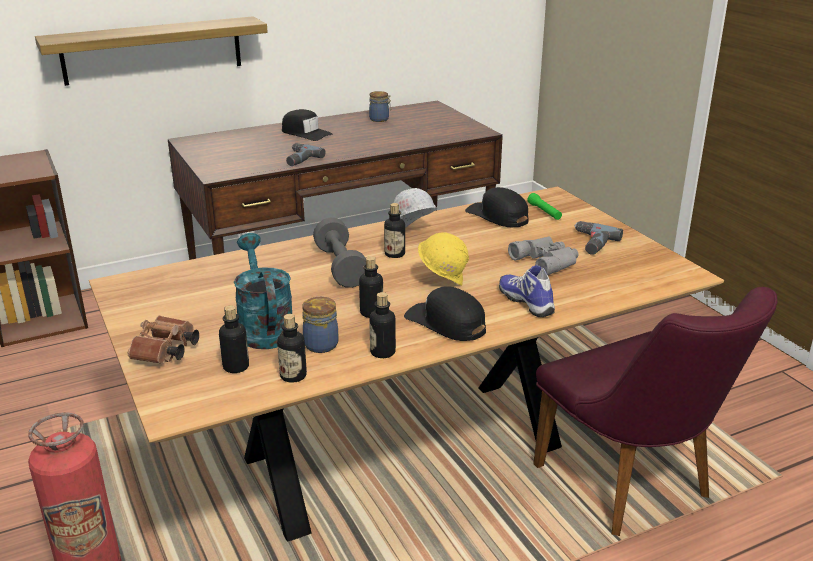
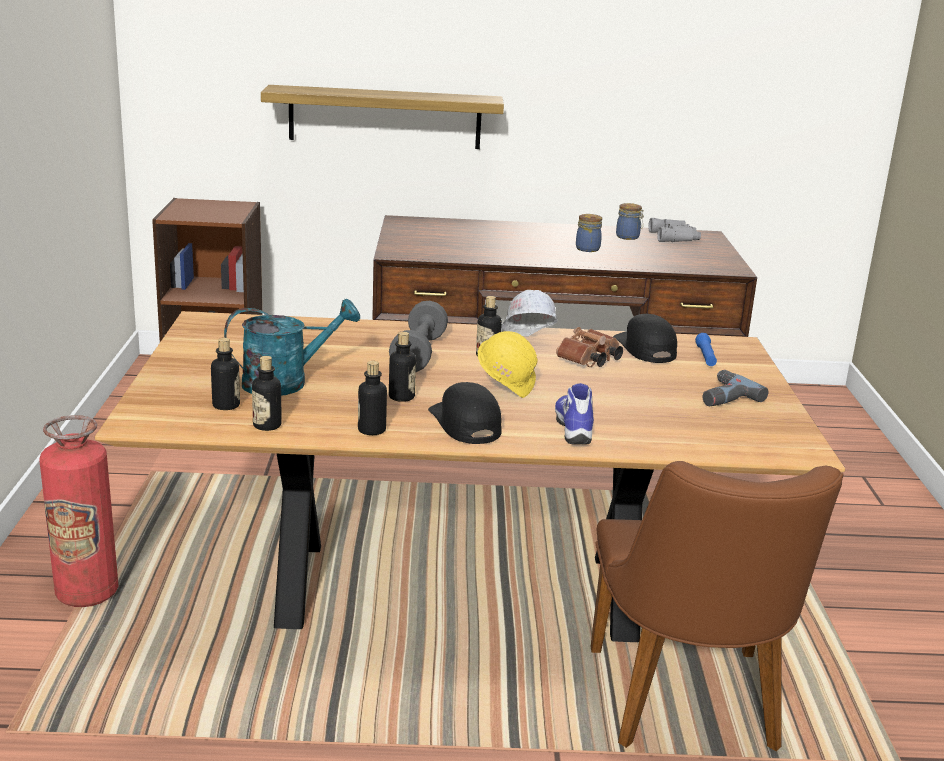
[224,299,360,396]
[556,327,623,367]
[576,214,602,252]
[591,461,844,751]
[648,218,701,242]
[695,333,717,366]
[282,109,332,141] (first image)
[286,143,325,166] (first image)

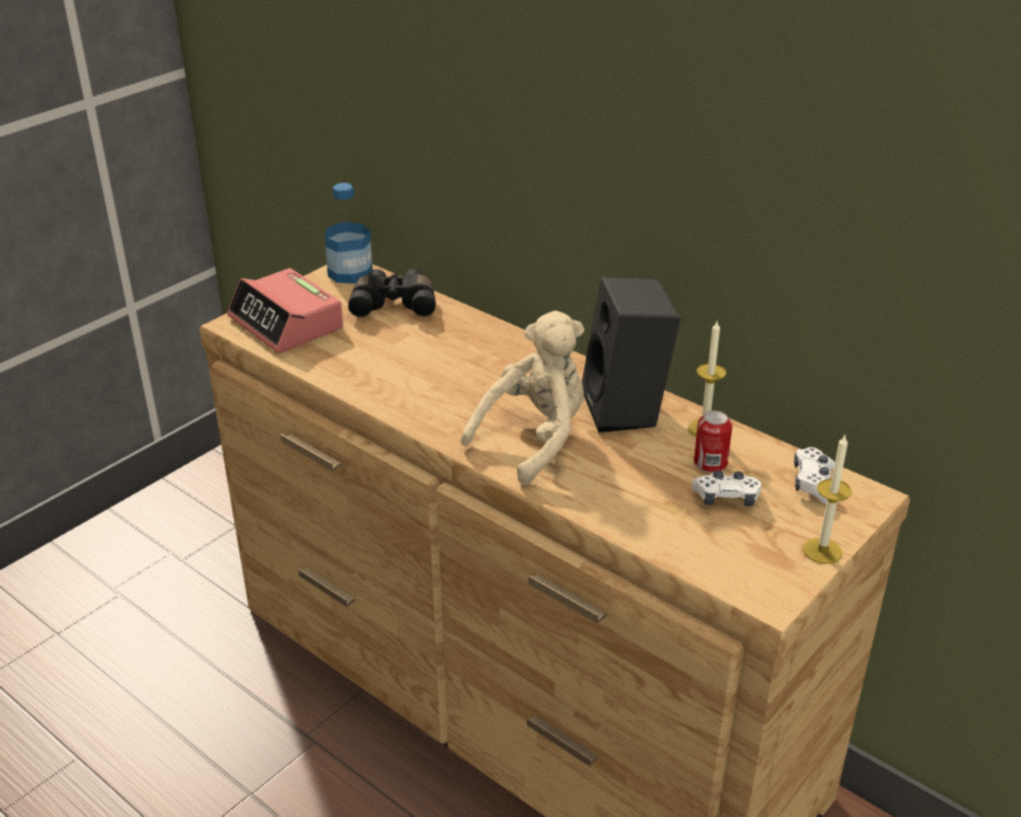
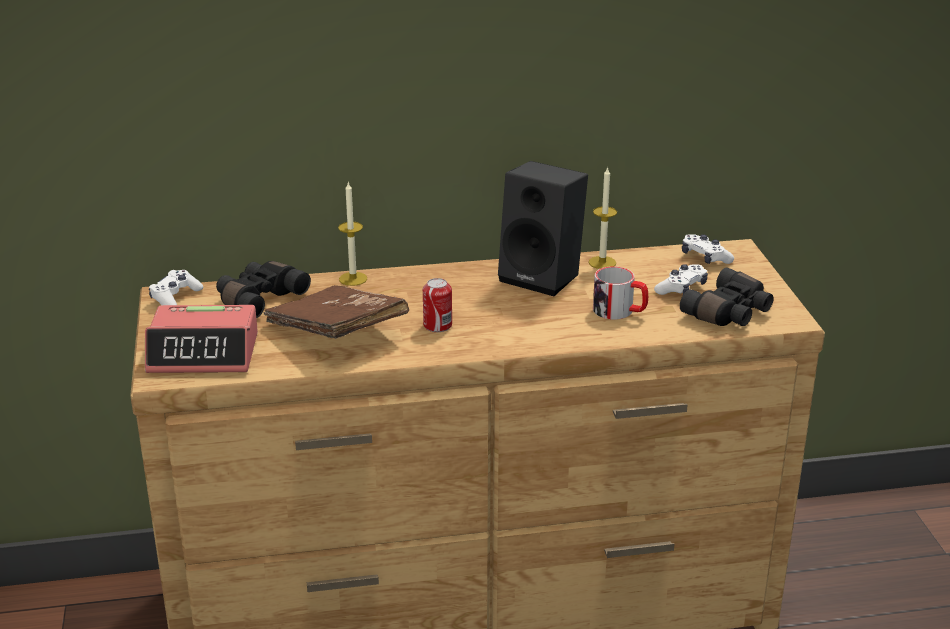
[149,270,203,305]
[263,285,409,339]
[338,183,367,286]
[423,278,452,332]
[593,266,648,319]
[680,268,774,326]
[460,311,584,485] (first image)

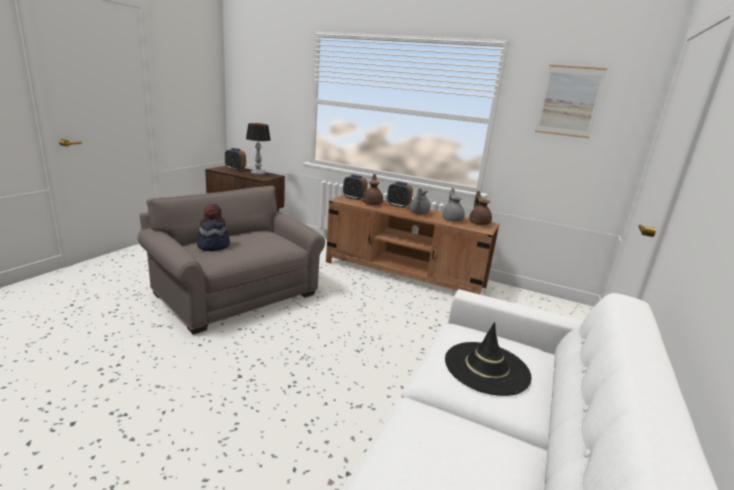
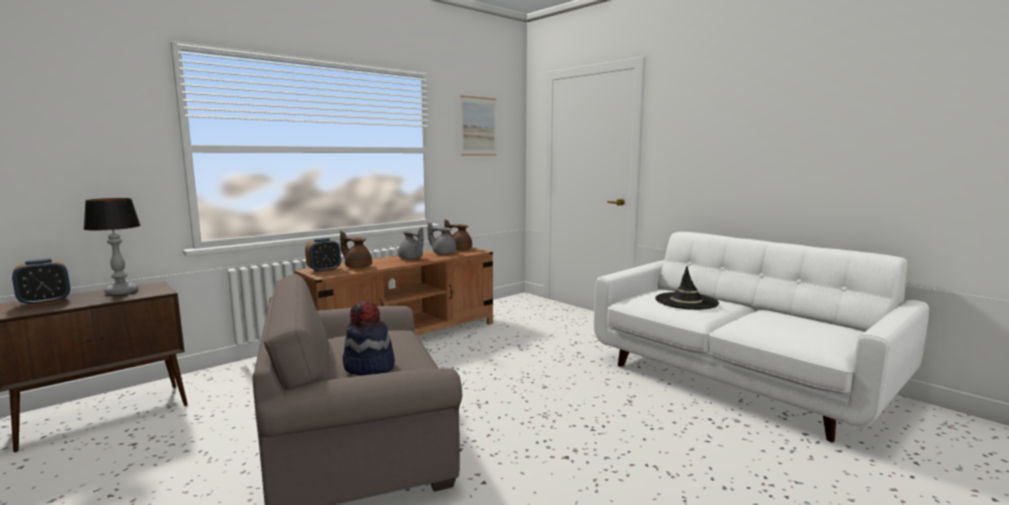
[387,181,413,208] (first image)

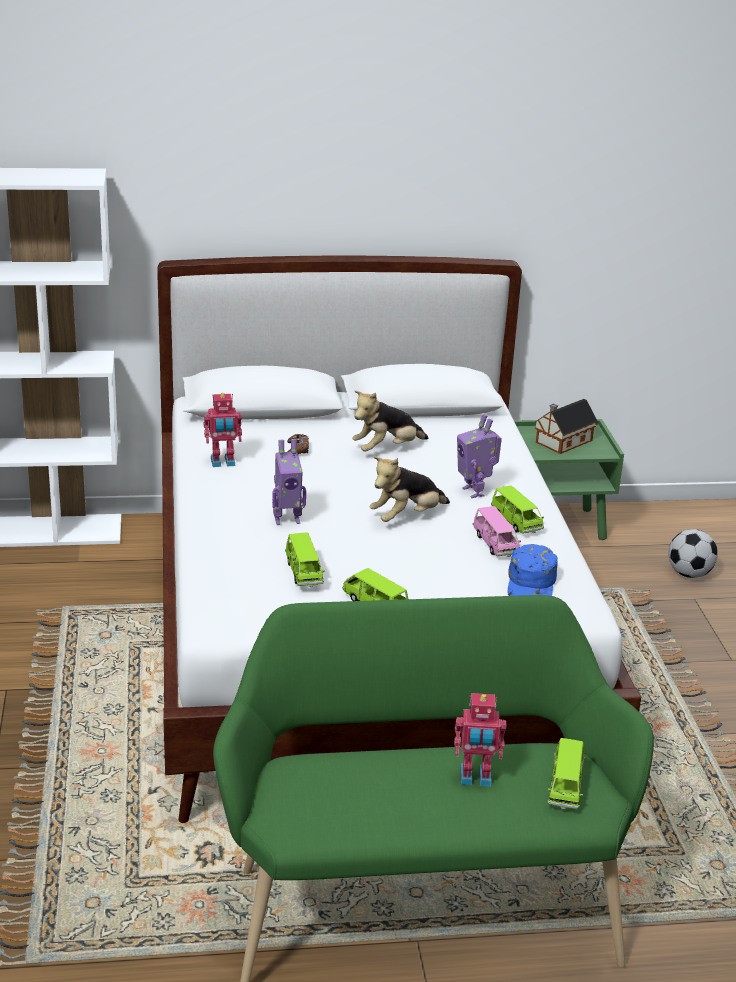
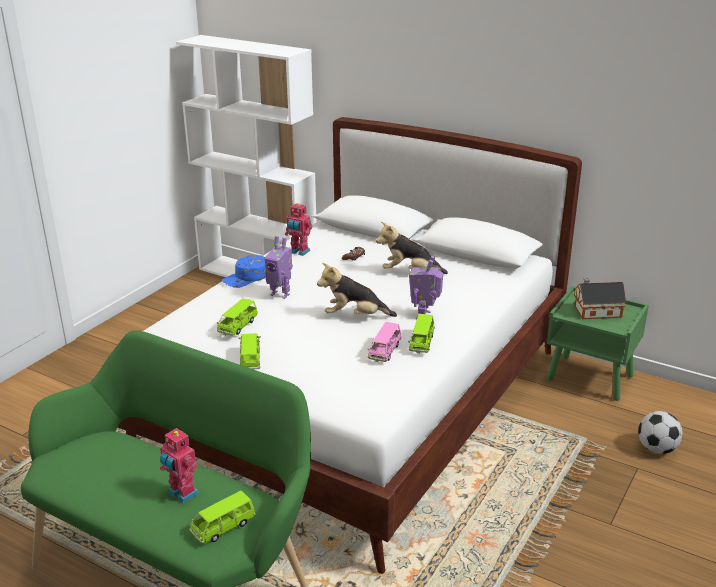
[222,255,266,288]

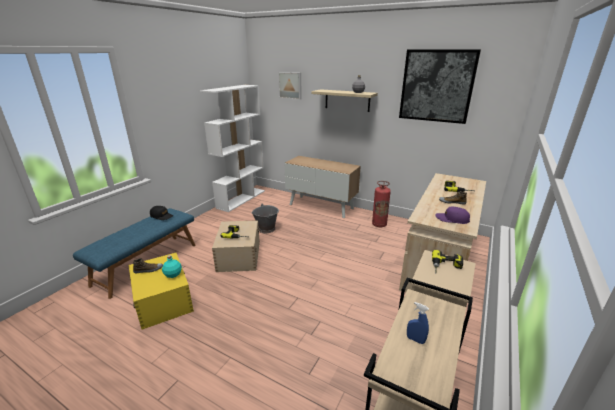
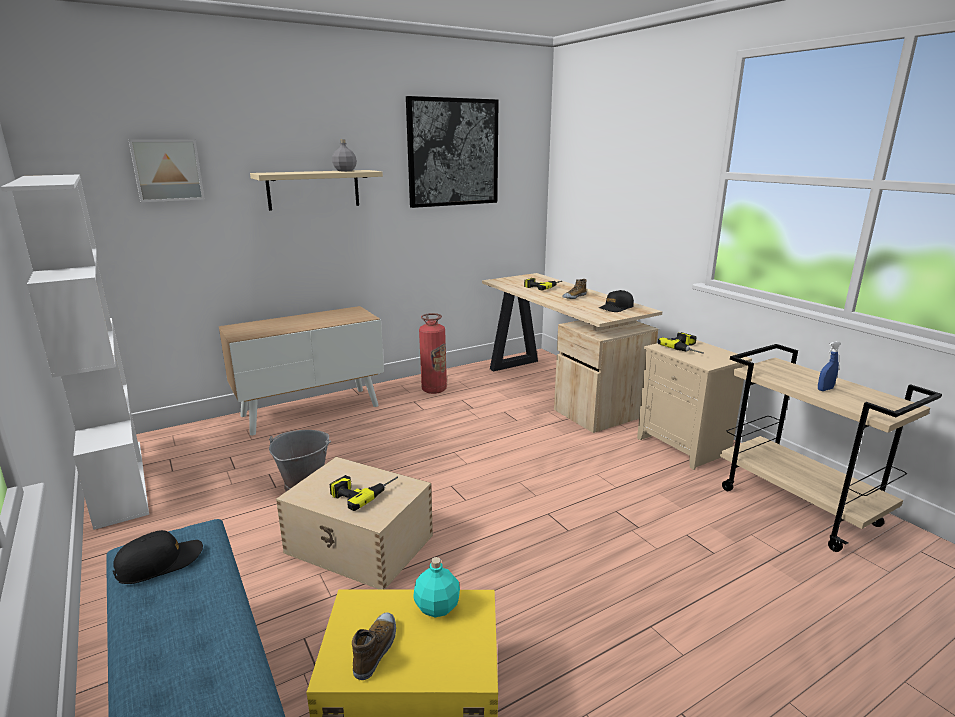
[599,290,634,312]

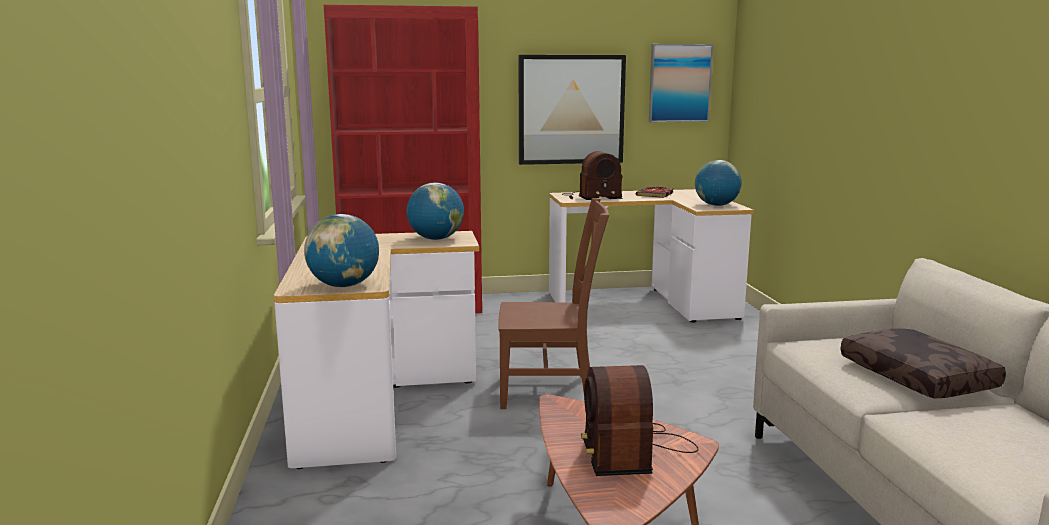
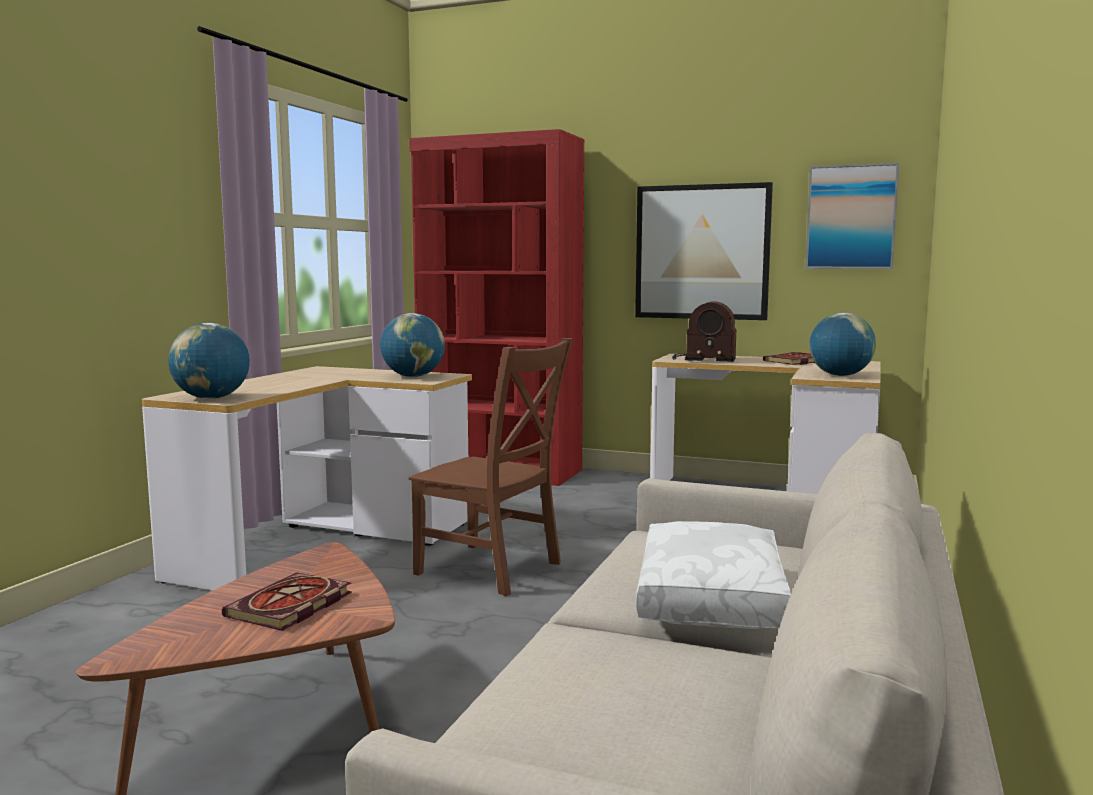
[222,572,352,631]
[636,521,791,629]

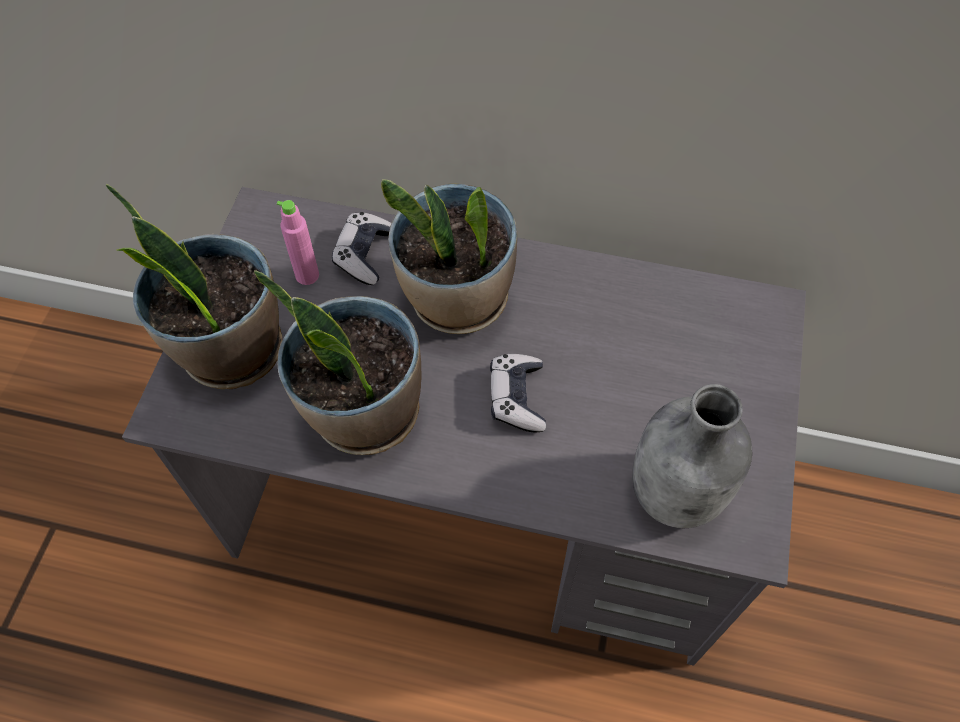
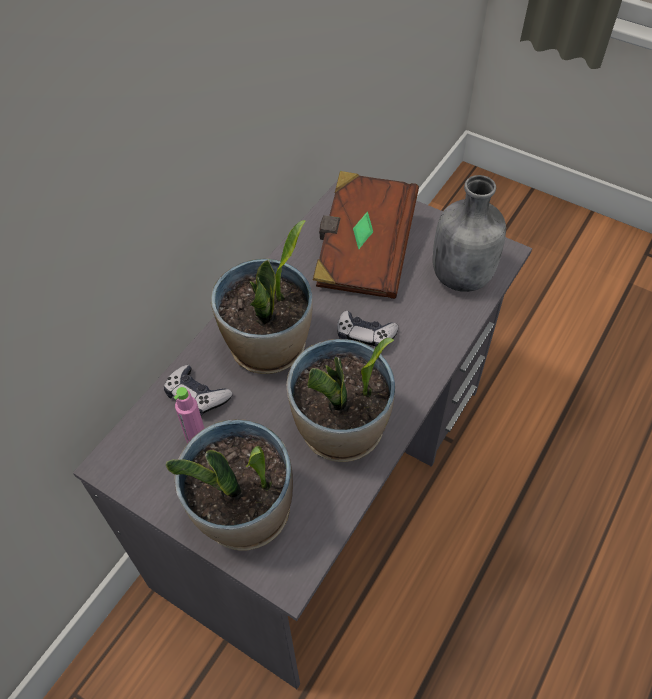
[313,171,419,299]

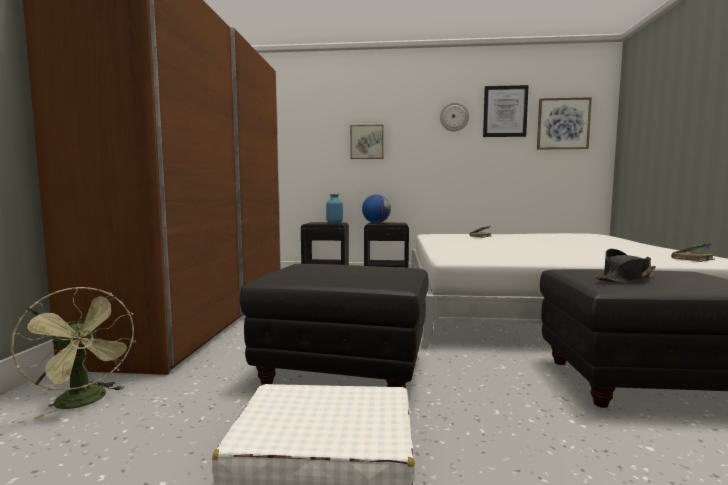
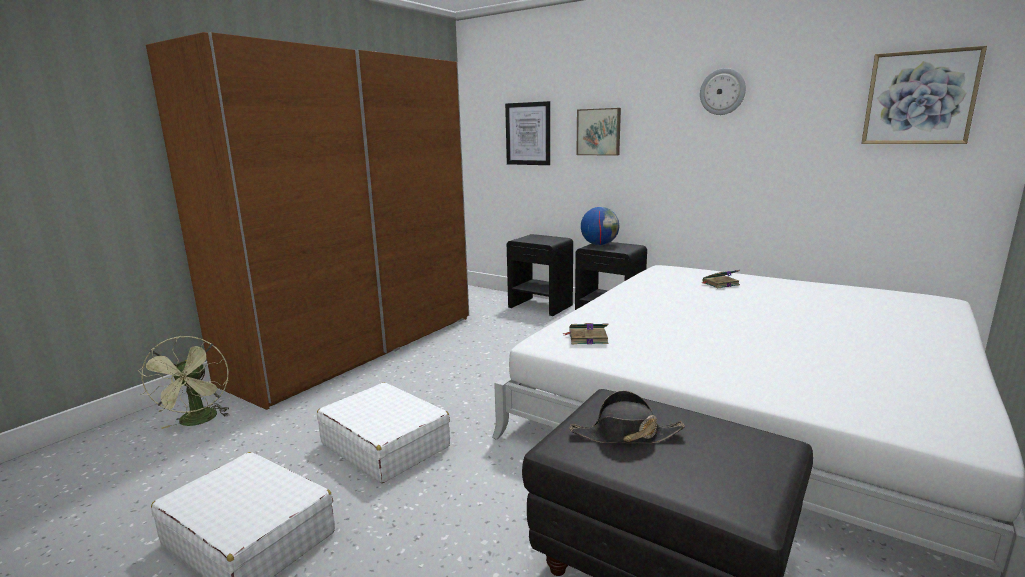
[317,383,450,483]
[505,101,550,165]
[563,323,609,344]
[326,194,343,224] (first image)

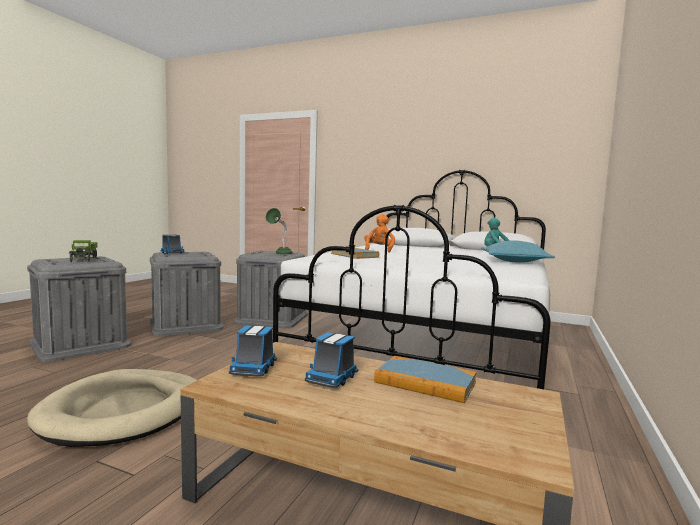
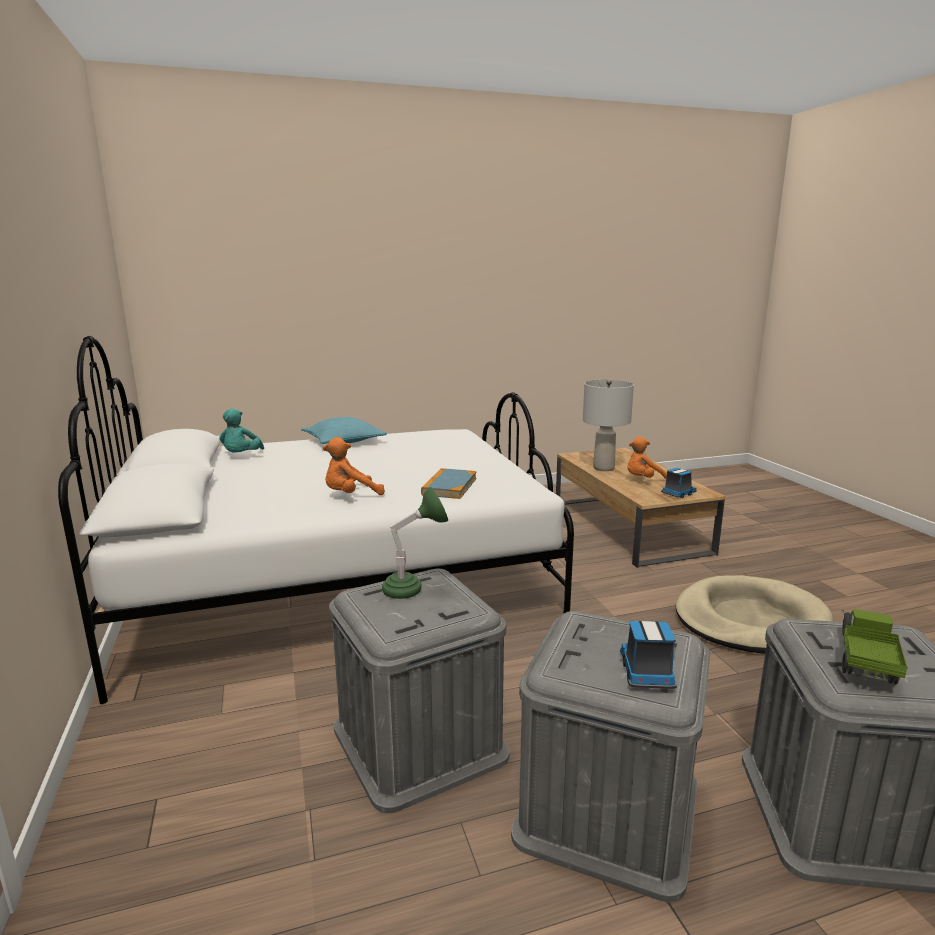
[583,380,634,471]
[627,437,667,479]

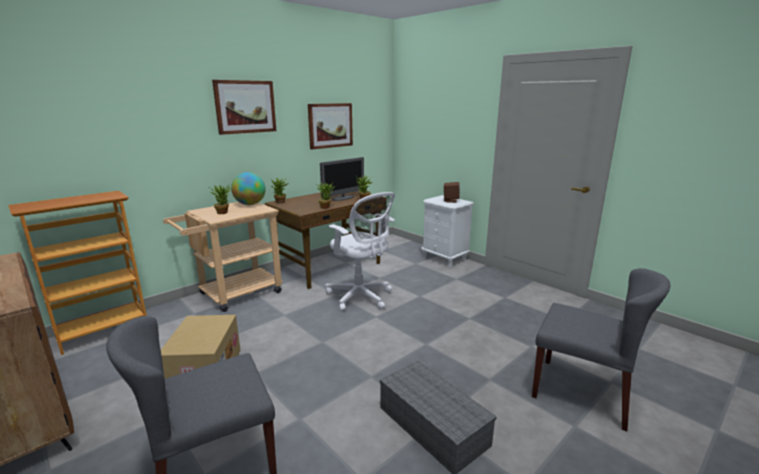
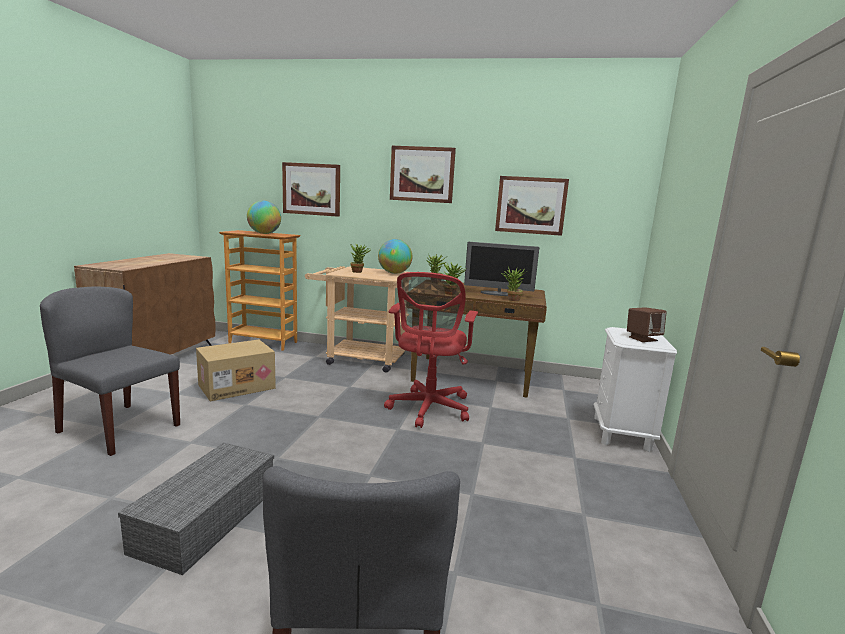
[247,201,281,234]
[282,162,340,217]
[384,272,478,428]

